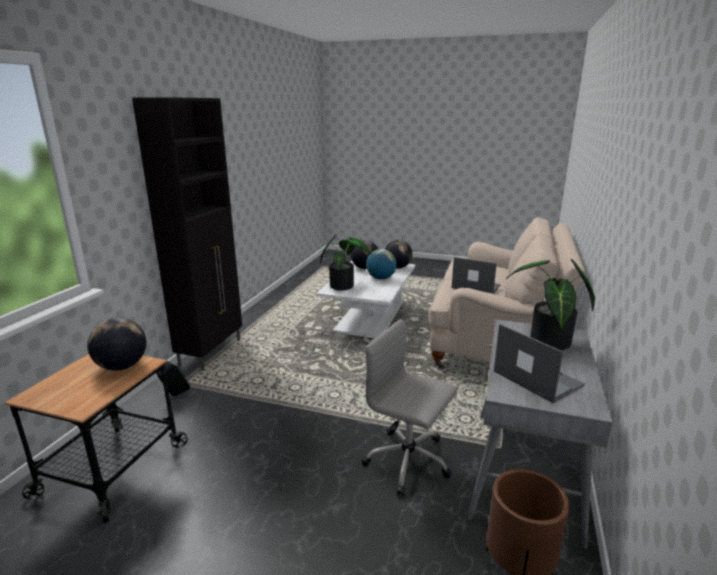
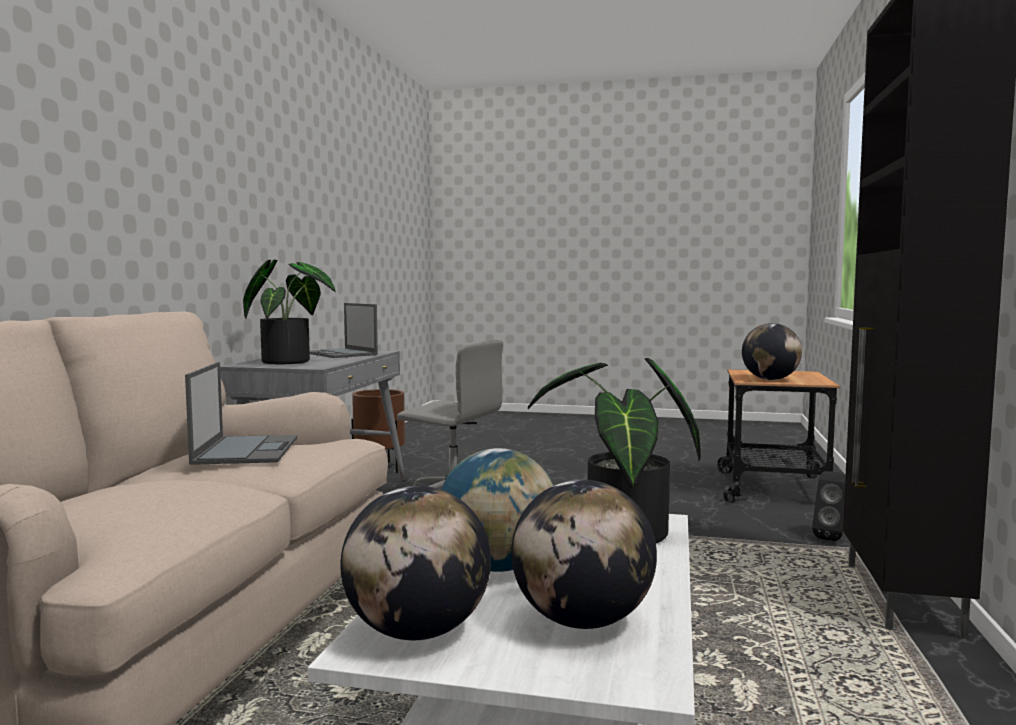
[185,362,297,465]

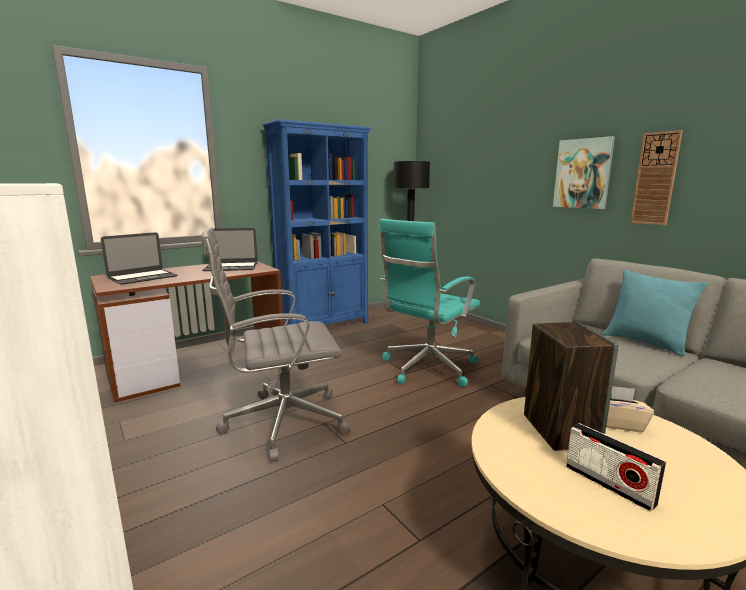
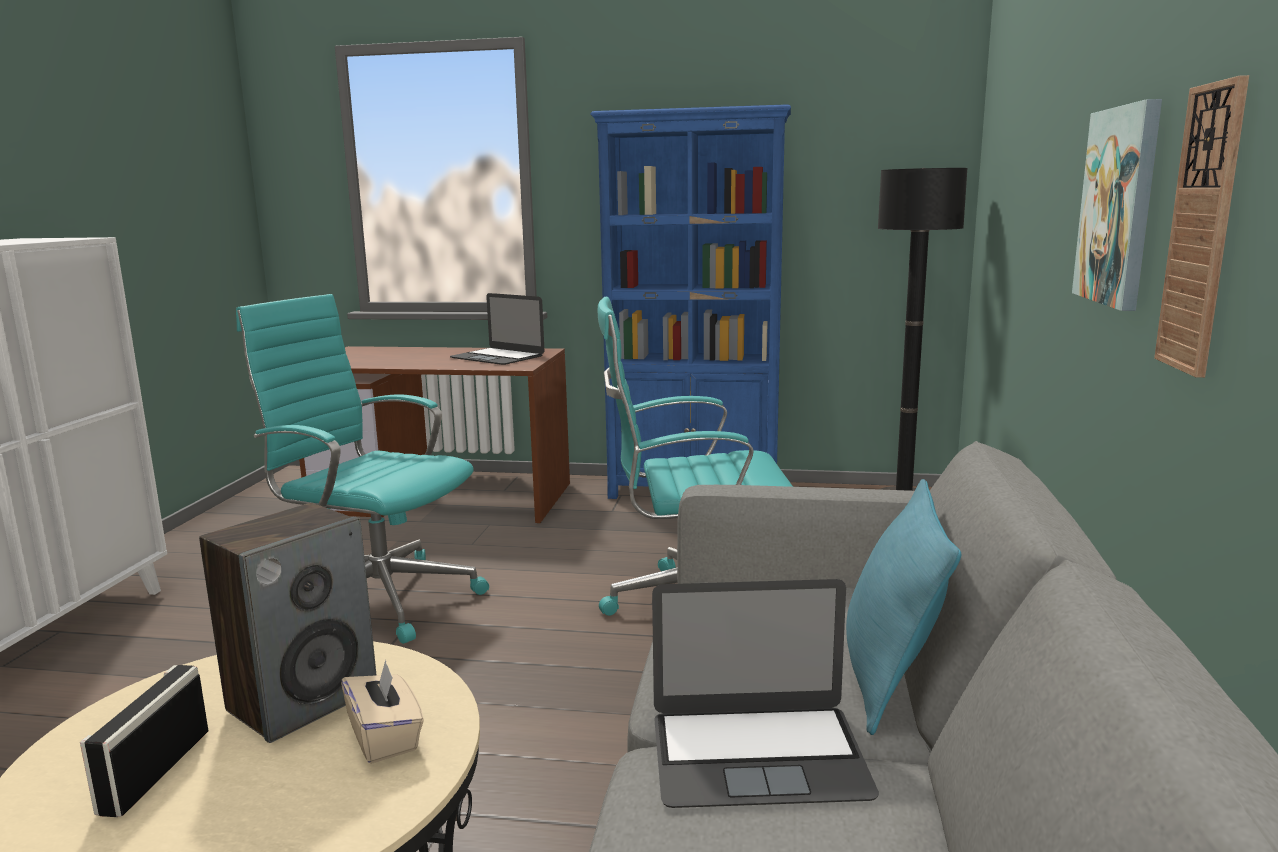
[236,294,489,644]
[652,579,879,808]

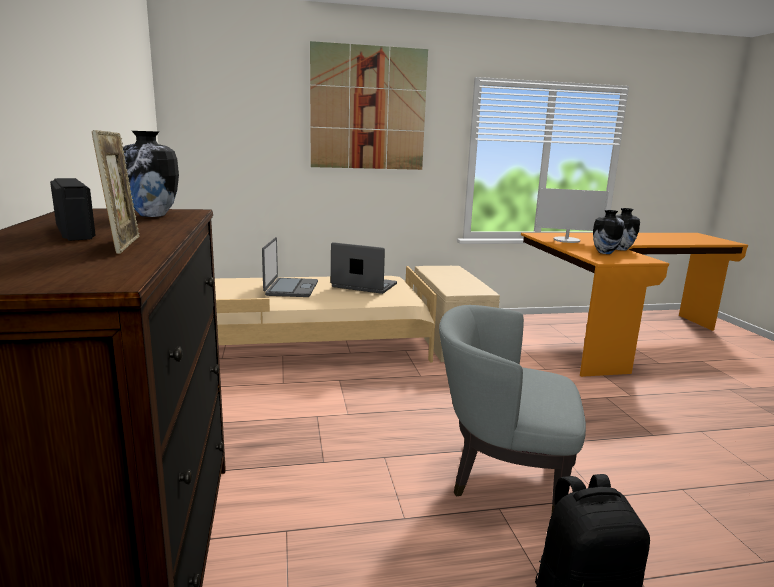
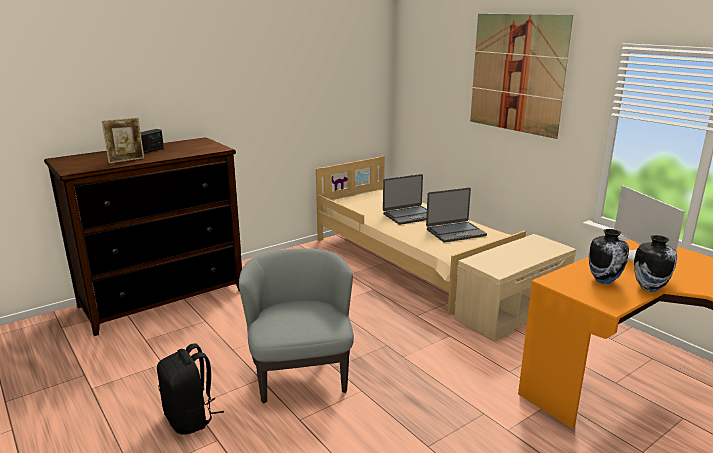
[426,188,487,242]
[123,131,179,217] (first image)

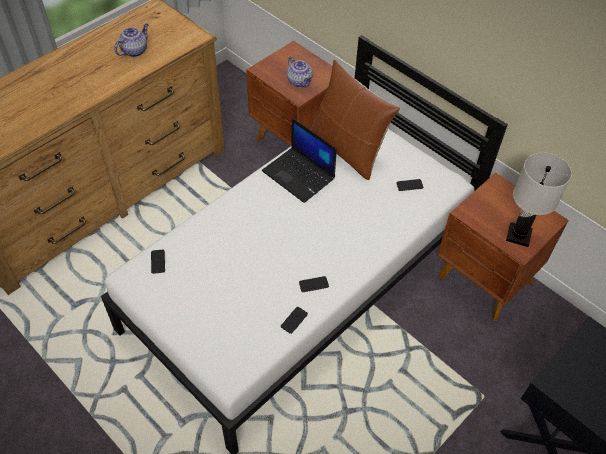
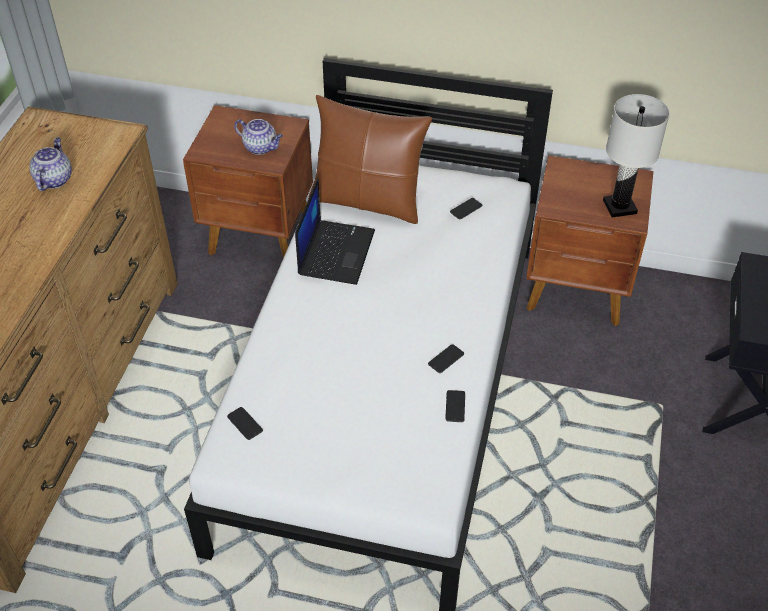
[295,178,375,285]

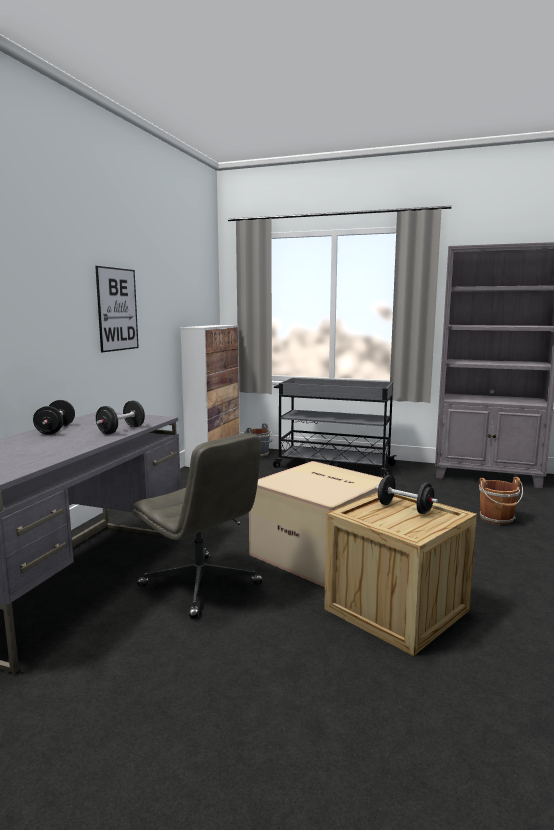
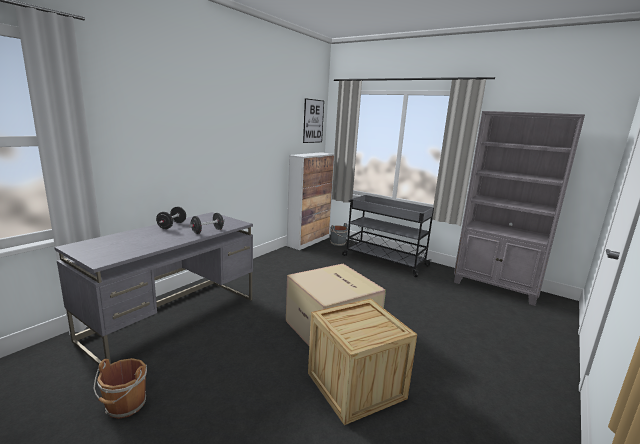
[94,358,147,419]
[303,98,324,143]
[133,433,263,619] (first image)
[375,475,438,514] (first image)

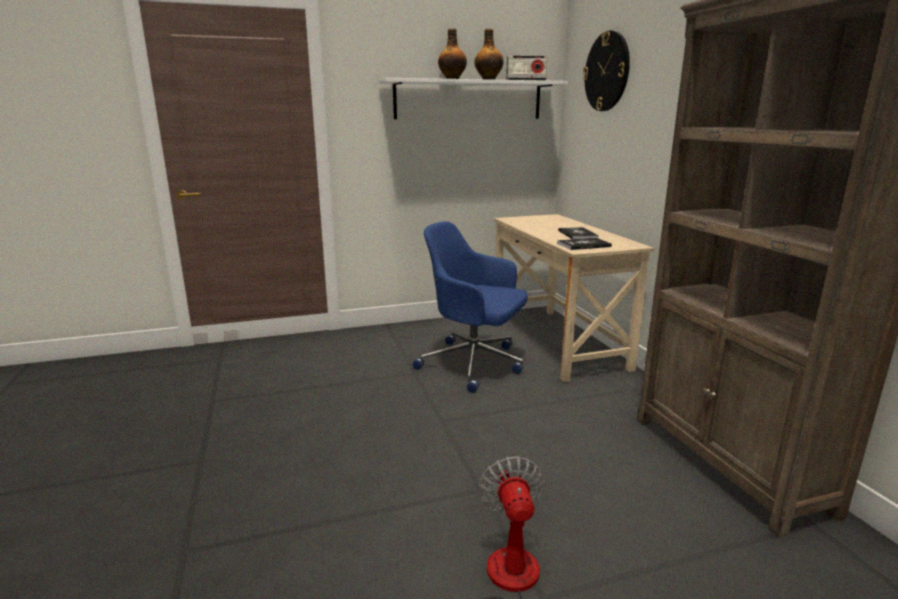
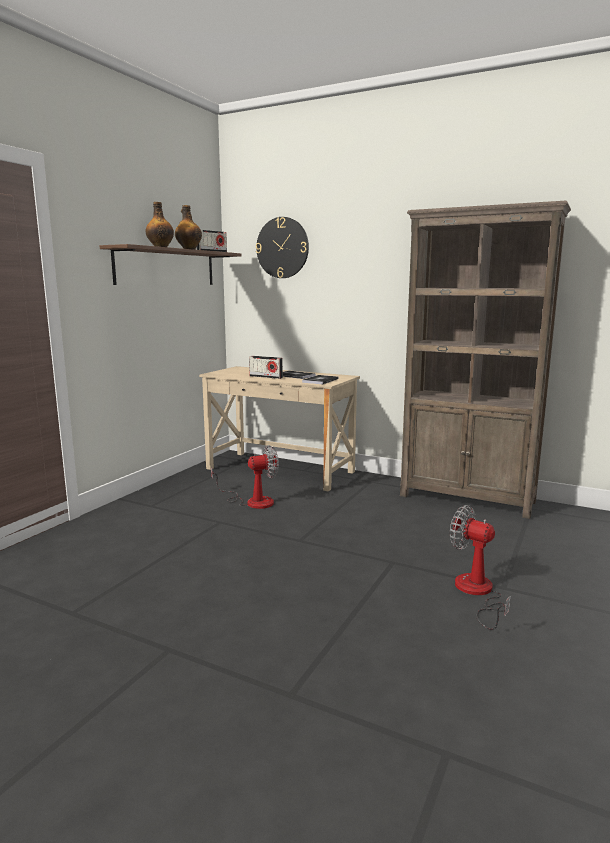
[100,244,241,285]
[211,445,279,509]
[249,356,283,379]

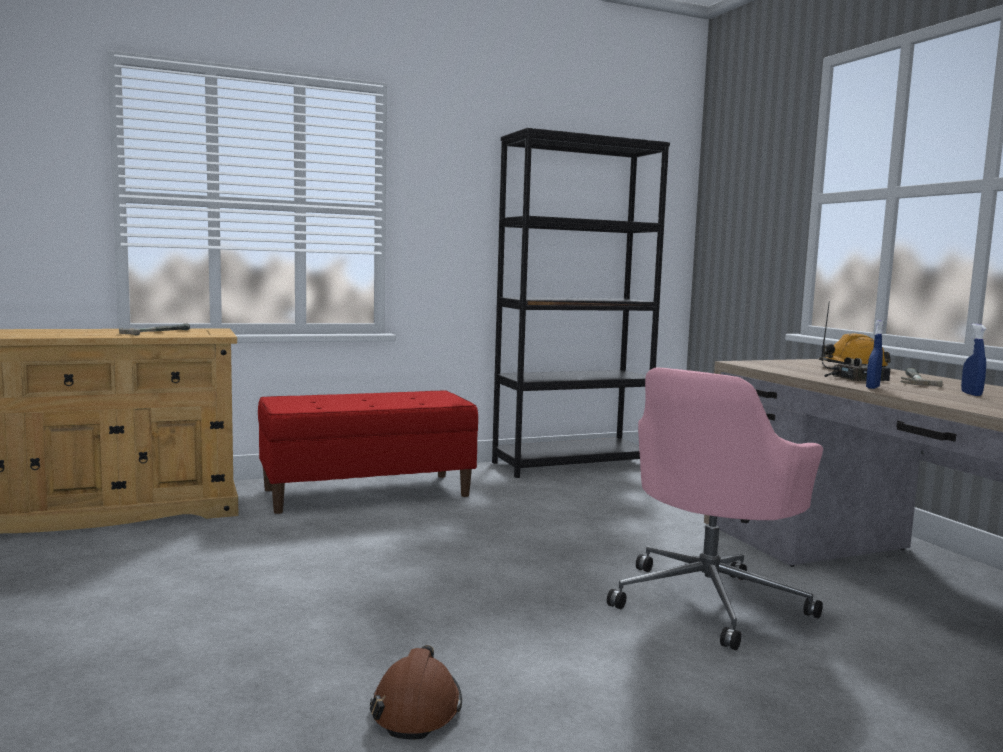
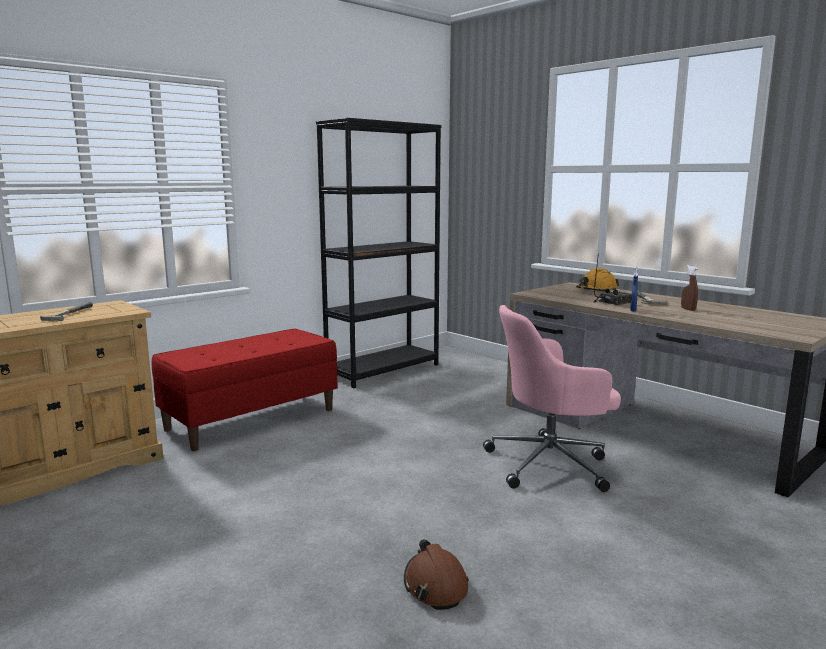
[483,305,621,492]
[681,265,698,311]

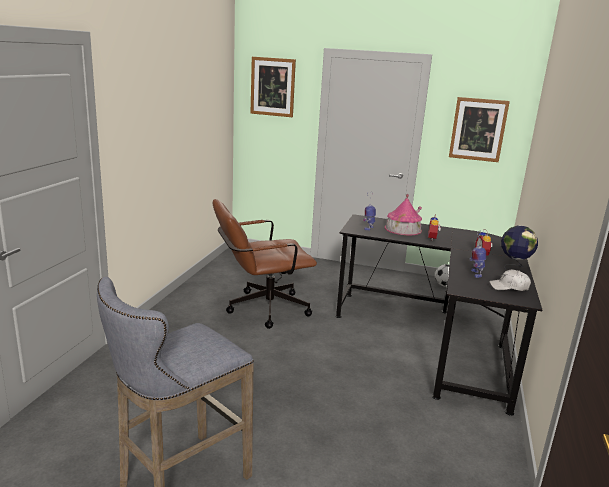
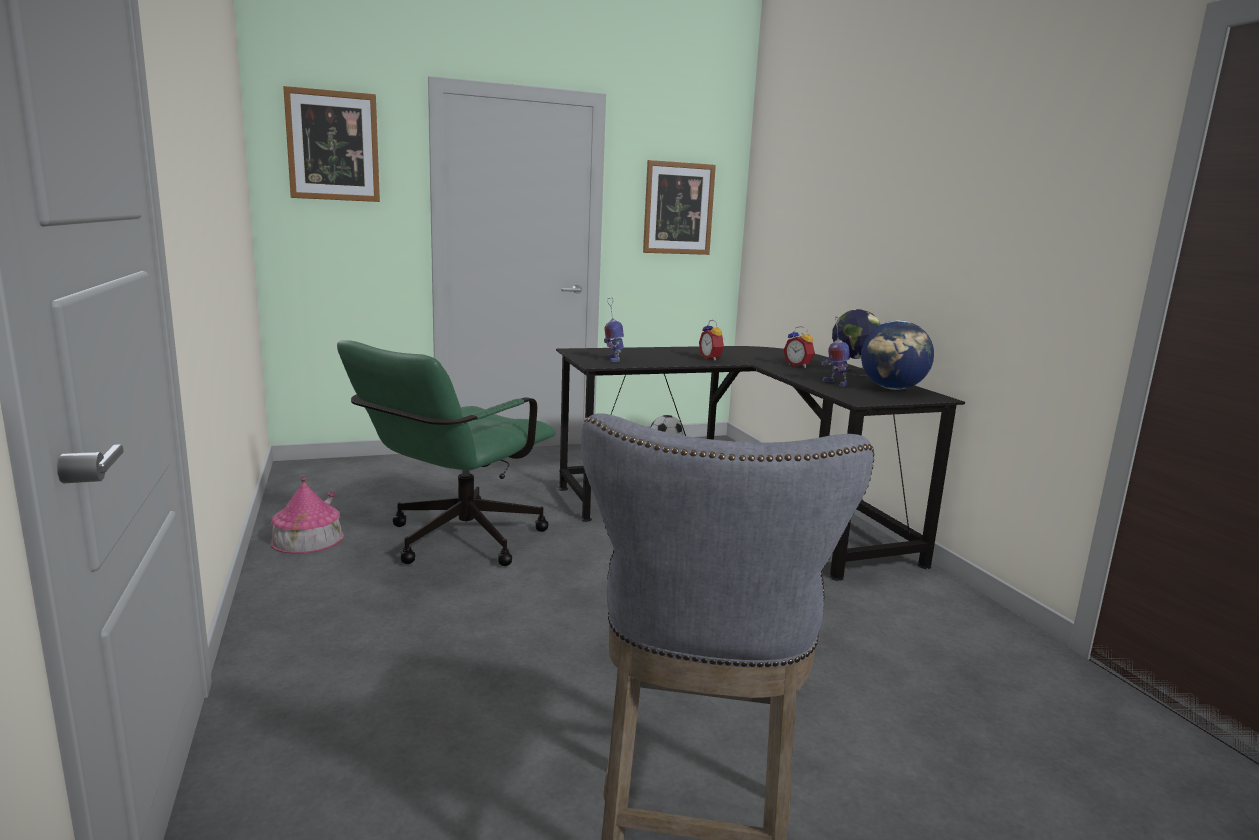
[270,475,344,554]
[337,340,556,566]
[861,320,934,390]

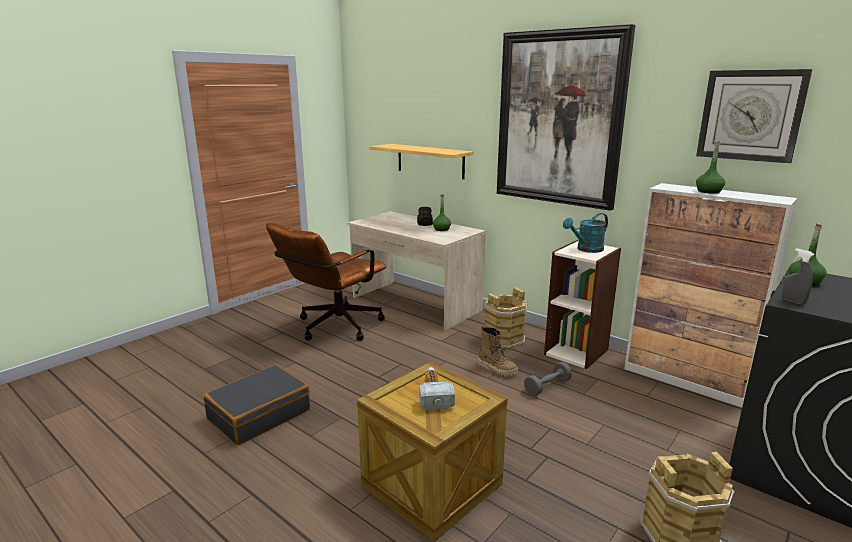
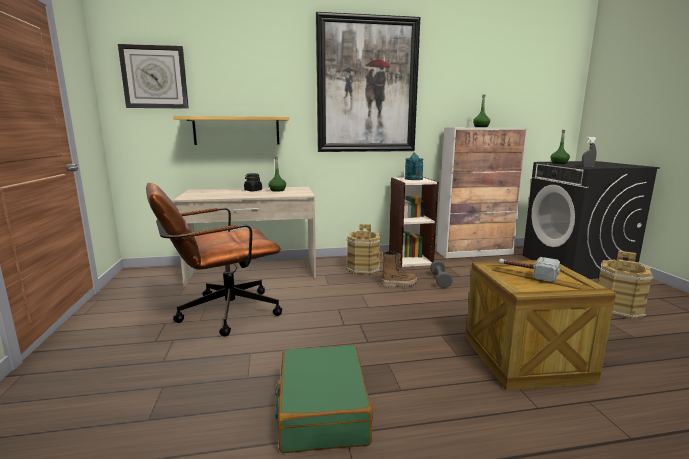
[118,44,189,109]
[146,183,282,337]
[275,345,373,453]

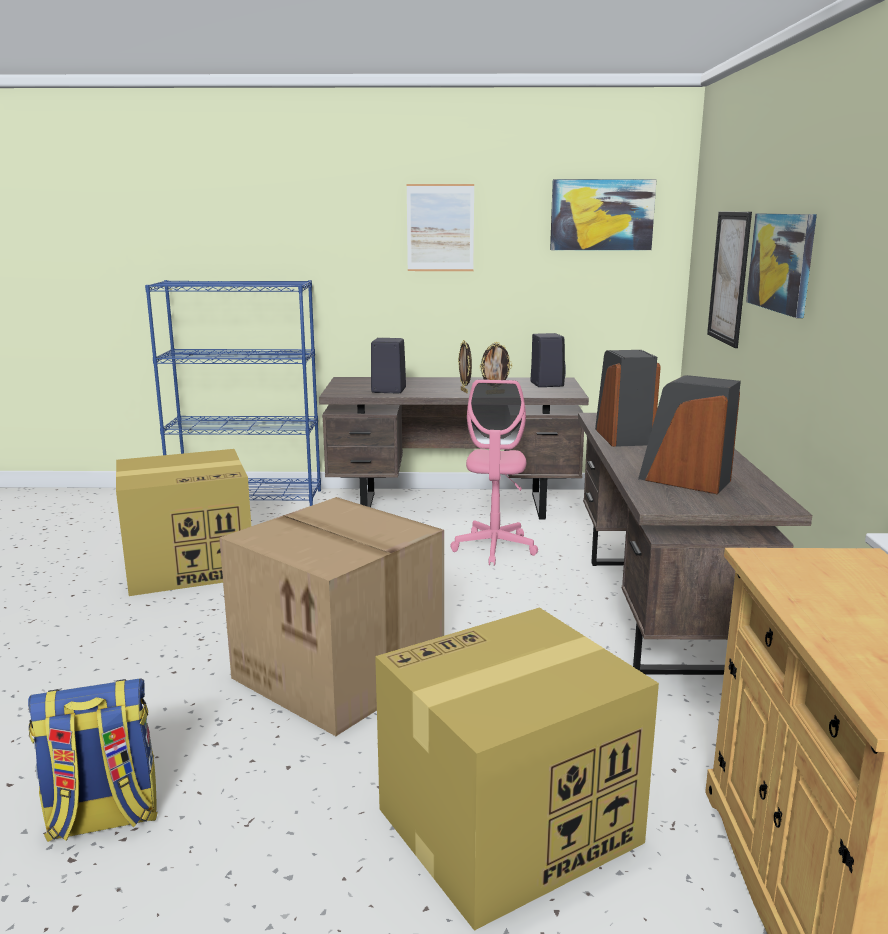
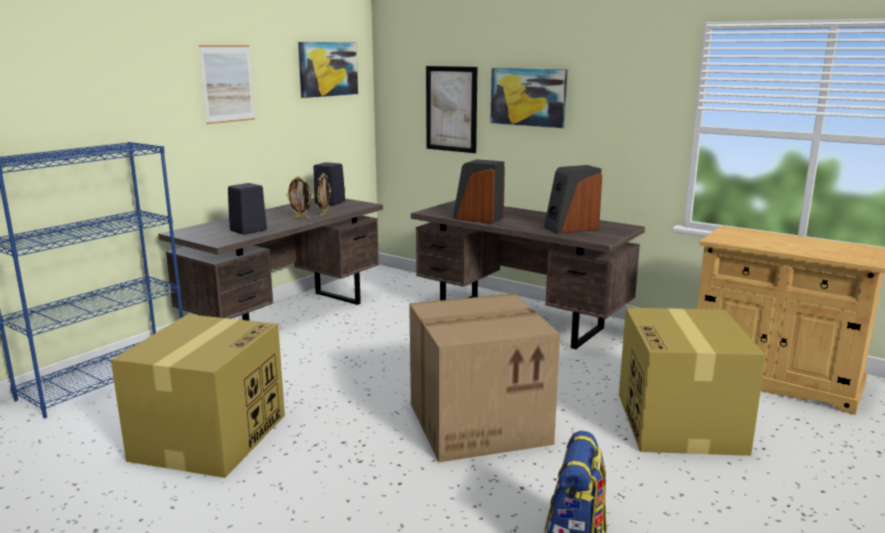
[450,379,538,565] (first image)

